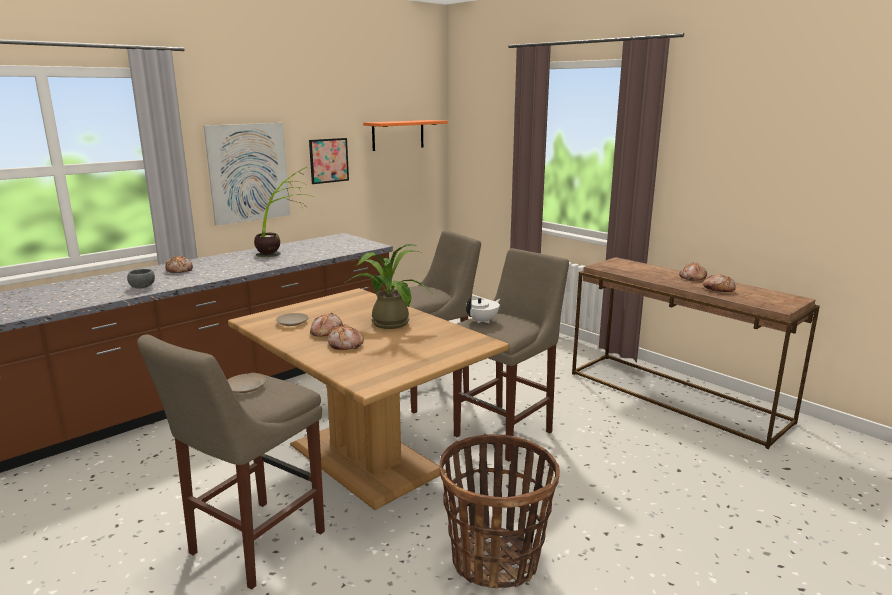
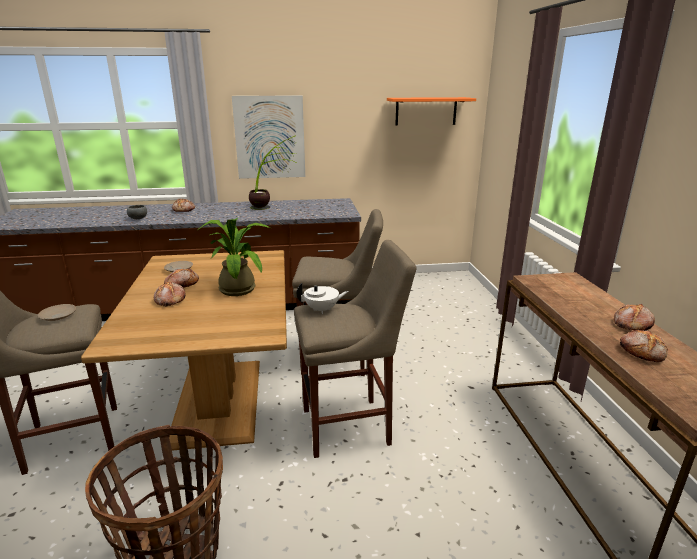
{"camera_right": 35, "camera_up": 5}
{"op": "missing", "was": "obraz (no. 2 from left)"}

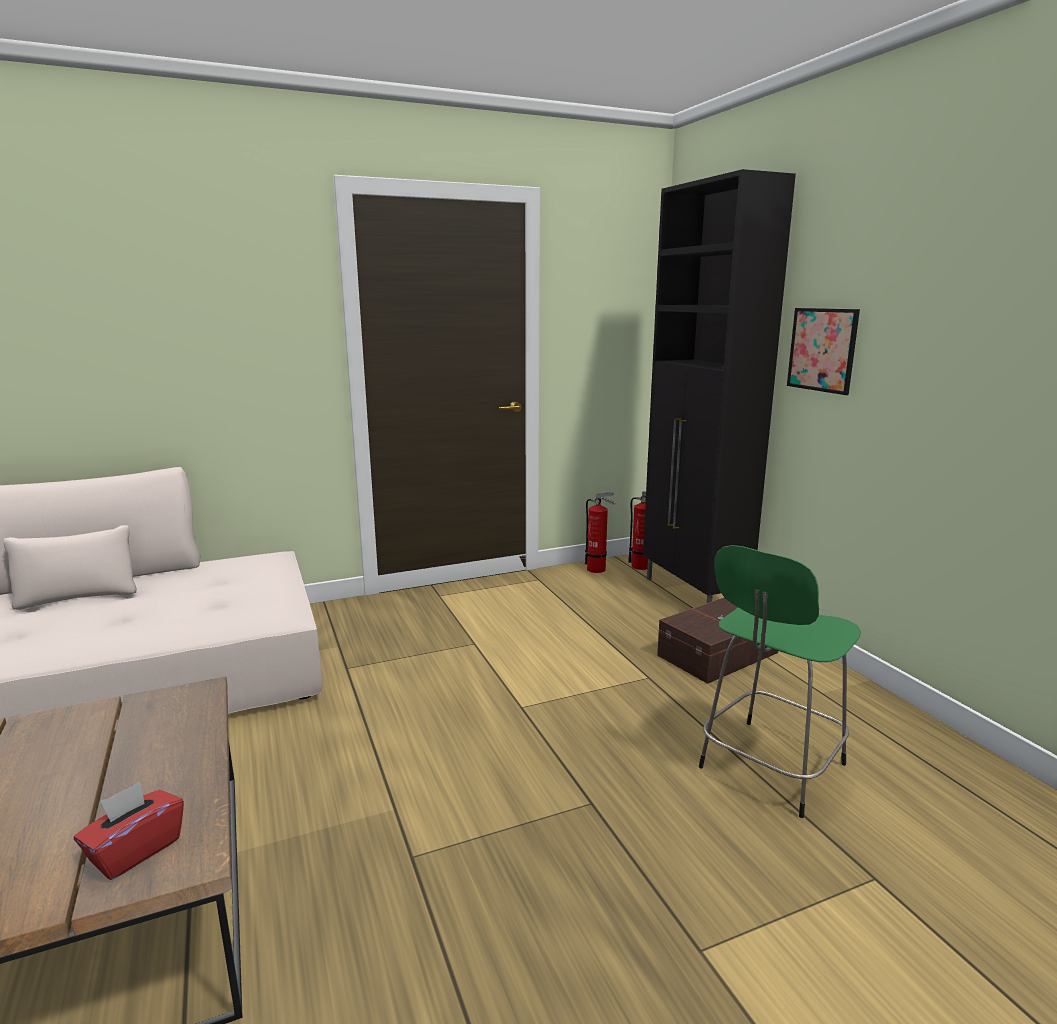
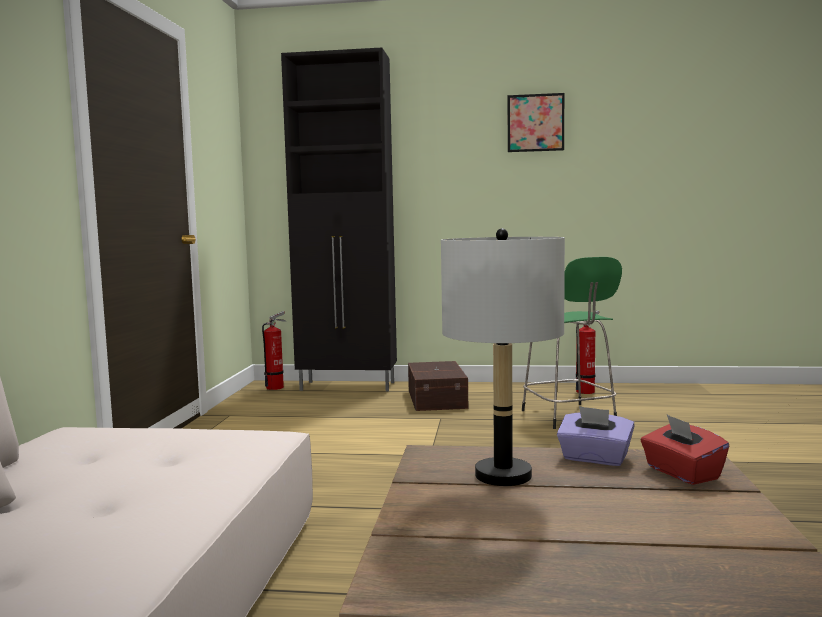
{"camera_right": -60, "camera_up": -10}
{"op": "appeared", "now": "lampa stołowa (szary)"}
{"op": "appeared", "now": "pudełko chusteczek (fioletowy)"}
{"op": "relocated", "was": "gaśnica (no. 1 from left in the first image)", "now": "gaśnica (no. 2 from left)"}
{"op": "relocated", "was": "obraz"}

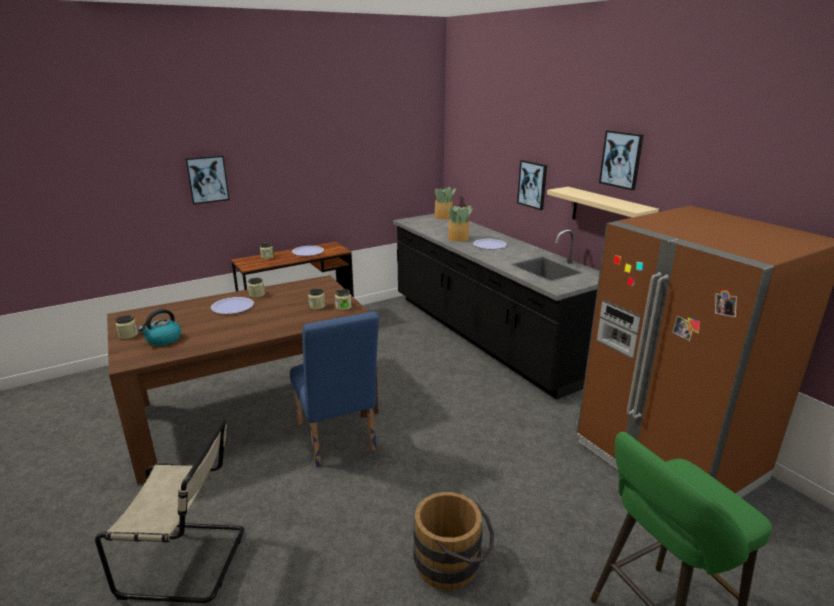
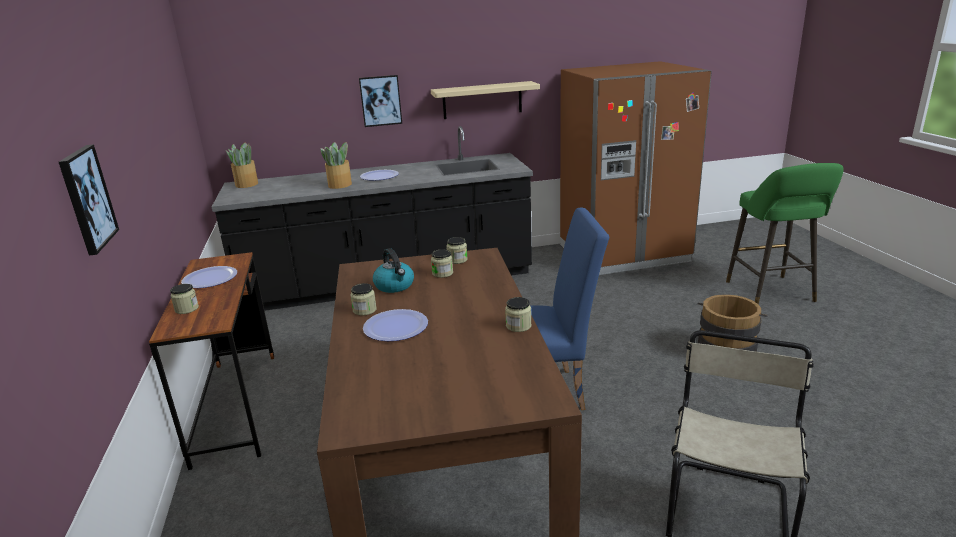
{"camera_right": -70, "camera_up": 0}
{"op": "missing", "was": "obraz (no. 3 from left)"}
{"op": "relocated", "was": "słoik (no. 1 from left in the first image)", "now": "słoik (no. 5 from left)"}
{"op": "relocated", "was": "czajnik"}

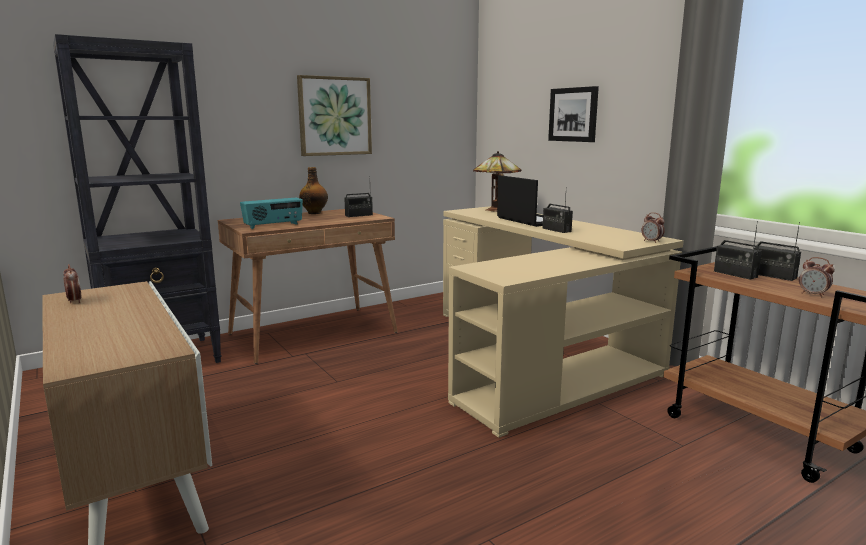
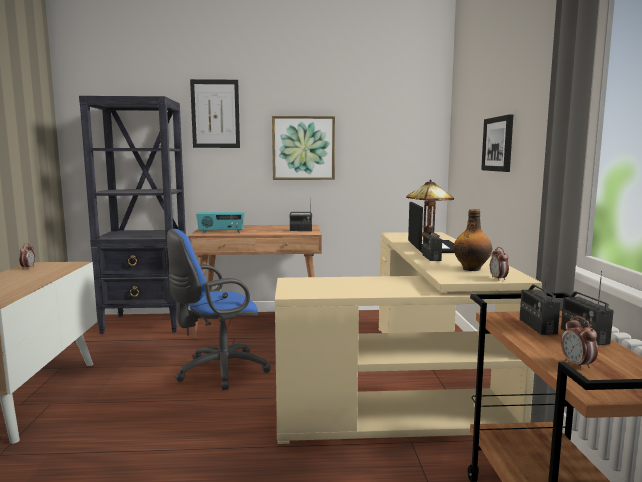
{"camera_right": 30, "camera_up": -5}
{"op": "appeared", "now": "krzesło biurowe (niebieski)"}
{"op": "appeared", "now": "obraz (no. 1 from left)"}
{"op": "relocated", "was": "butelka"}

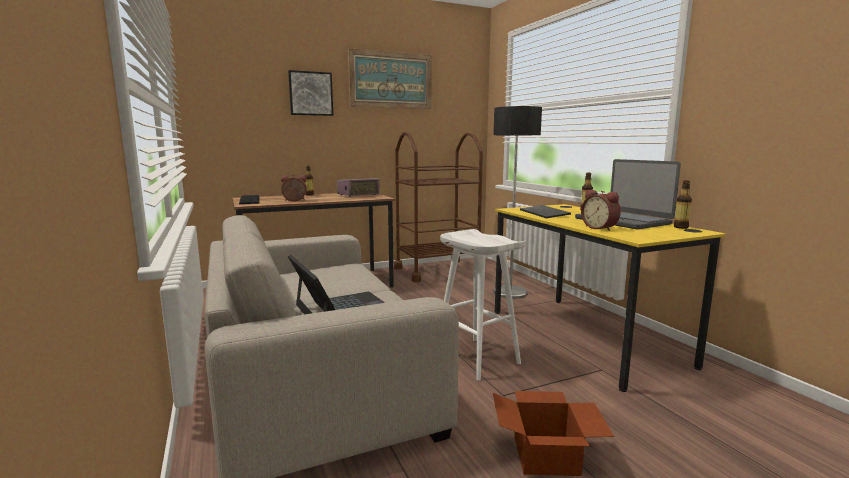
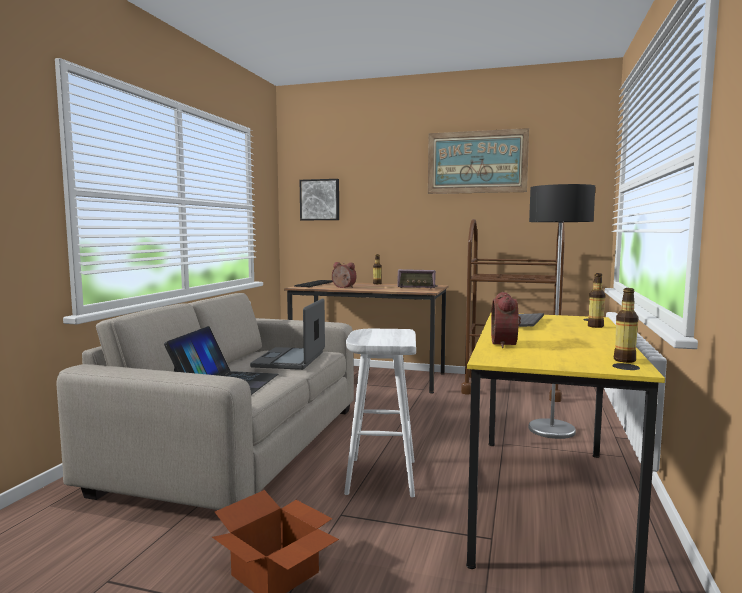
{"camera_right": 40, "camera_up": -5}
{"op": "relocated", "was": "obraz (no. 1 from left)"}
{"op": "relocated", "was": "laptop (no. 2 from left)"}

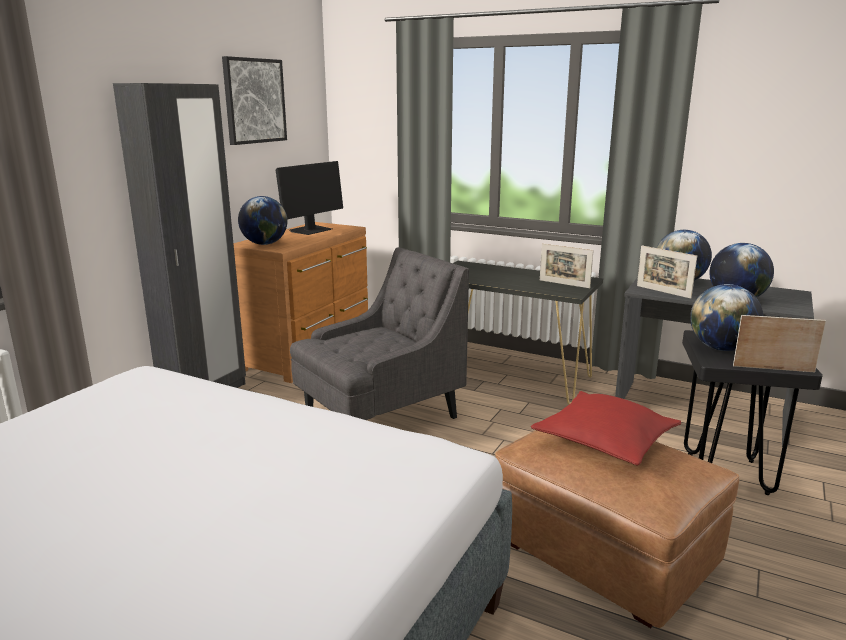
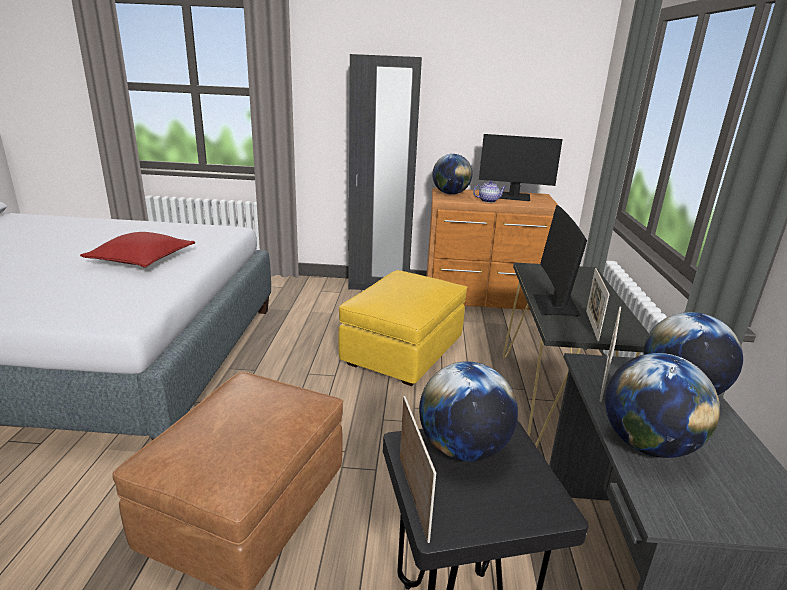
{"camera_right": 65, "camera_up": 5}
{"op": "missing", "was": "obraz"}
{"op": "appeared", "now": "imbryk"}
{"op": "appeared", "now": "monitor (no. 2 from left)"}
{"op": "relocated", "was": "poduszka (czerwony)"}
{"op": "exchanged", "was": "fotel (szary)", "now": "pufa (żółty)"}

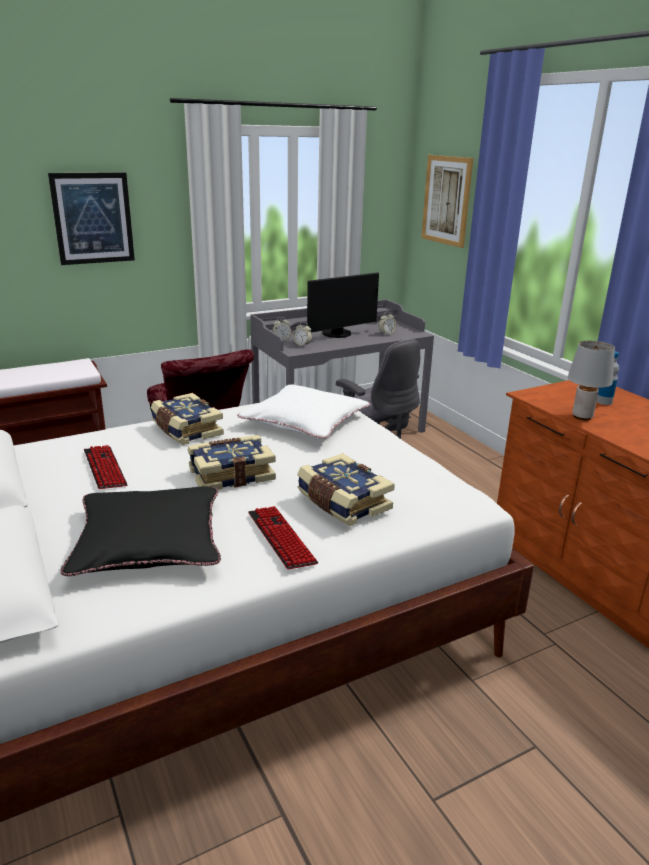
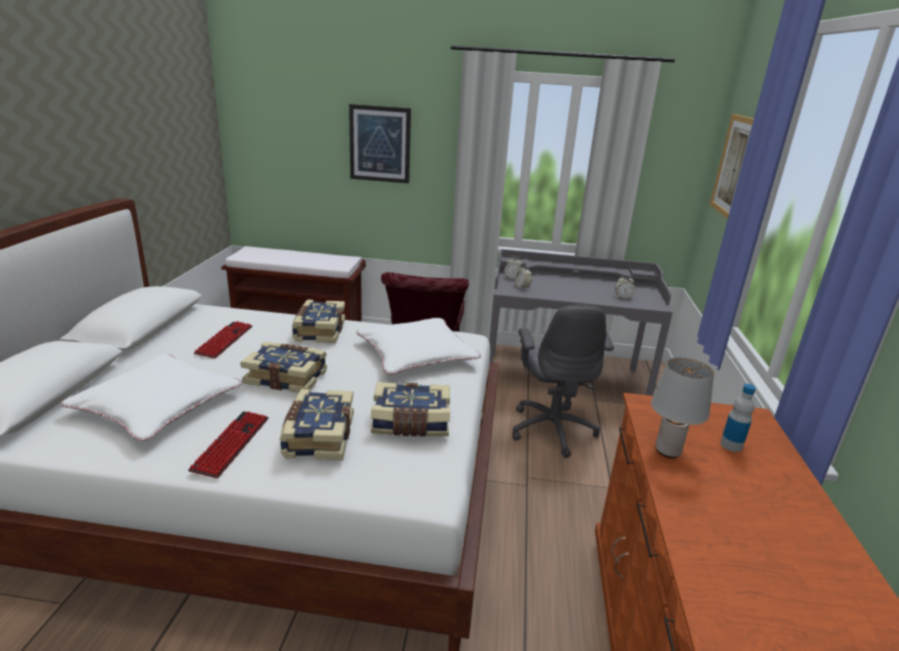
{"camera_right": 35, "camera_up": 0}
{"op": "missing", "was": "monitor"}
{"op": "appeared", "now": "książka (no. 4 from left)"}
{"op": "colour", "was": "poduszka (czarny)", "now": "poduszka (biały) (no. 1 from left)"}

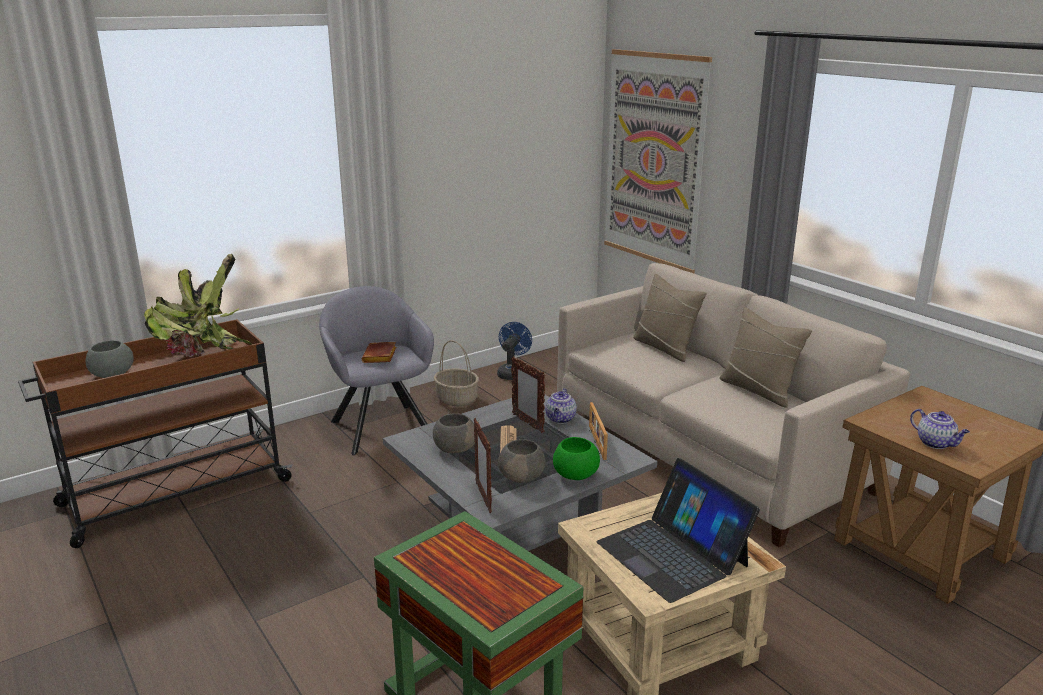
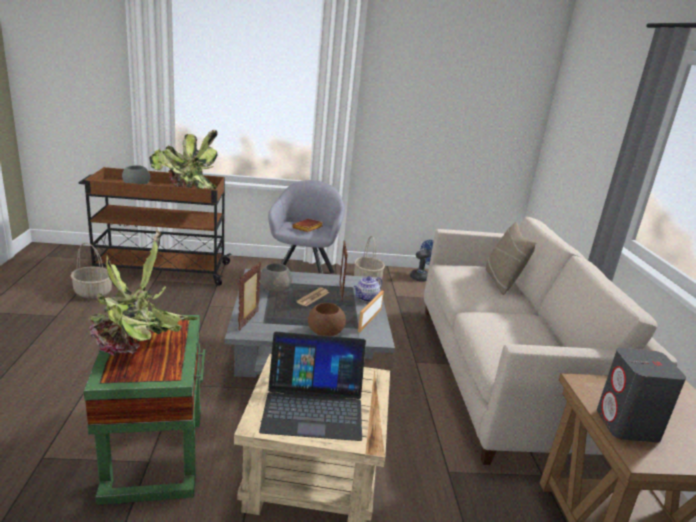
{"camera_right": 30, "camera_up": 0}
{"op": "missing", "was": "miska (szary) (no. 3 from left)"}
{"op": "missing", "was": "obraz"}
{"op": "missing", "was": "poduszka (beżowy) (no. 2 from left)"}
{"op": "appeared", "now": "koszyk (no. 1 from left)"}
{"op": "appeared", "now": "roślina doniczkowa (no. 1 from left)"}
{"op": "exchanged", "was": "imbryk (no. 2 from left)", "now": "głośnik (szary)"}
{"op": "colour", "was": "miska (zielony)", "now": "miska (brązowy)"}
{"op": "spun", "was": "laptop", "clockwise": -90}

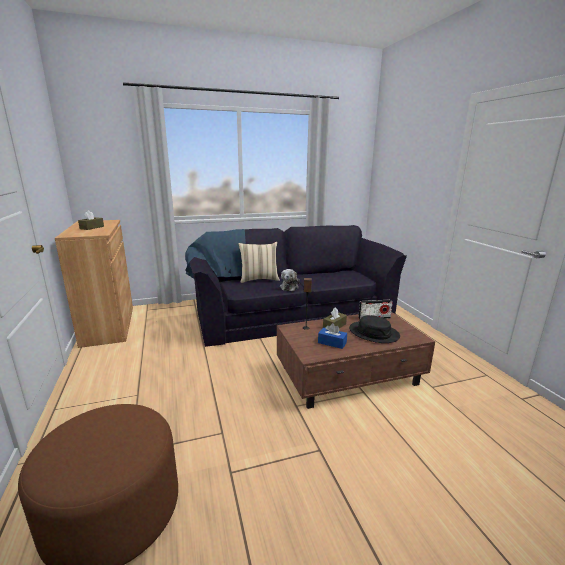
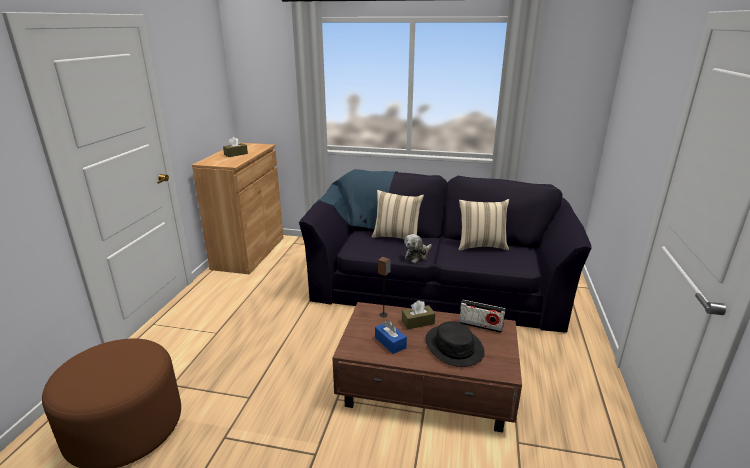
{"camera_right": 30, "camera_up": 5}
{"op": "appeared", "now": "poduszka (beżowy) (no. 2 from left)"}

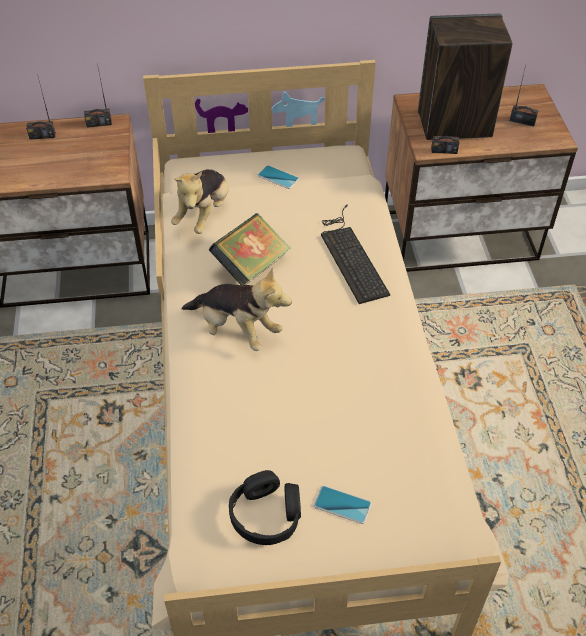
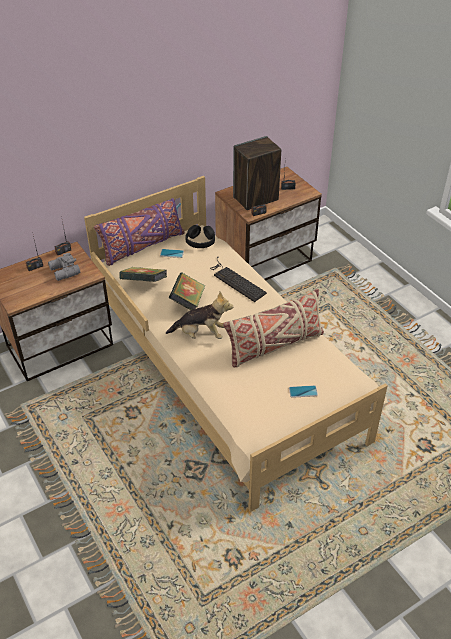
{"camera_right": -25, "camera_up": -5}
{"op": "appeared", "now": "lornetka (szary)"}
{"op": "appeared", "now": "poduszka (fioletowy)"}
{"op": "appeared", "now": "poduszka (beżowy)"}
{"op": "relocated", "was": "słuchawki (czarny)"}
{"op": "exchanged", "was": "pluszak (no. 1 from left)", "now": "książka (no. 1 from left)"}

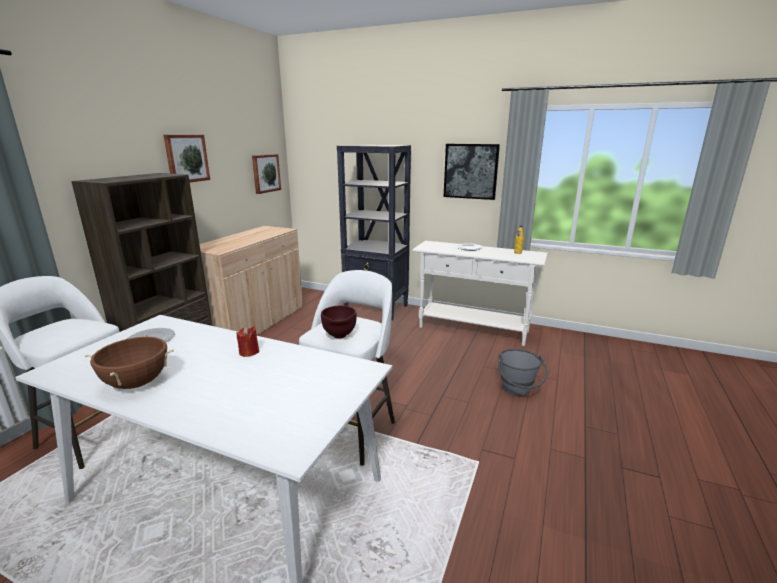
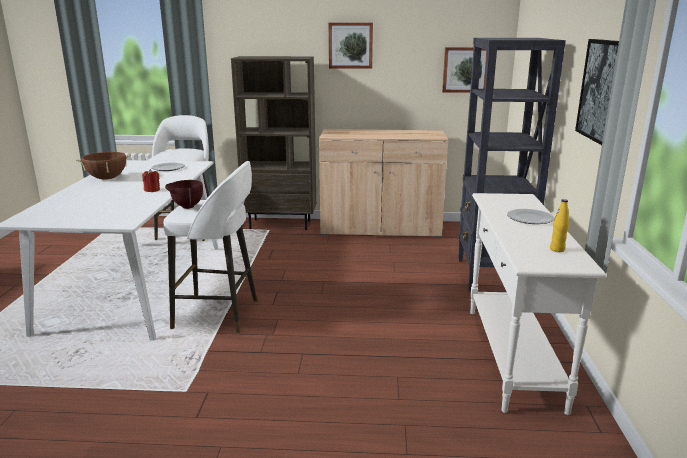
{"camera_right": 70, "camera_up": 0}
{"op": "missing", "was": "wiadro (szary)"}

